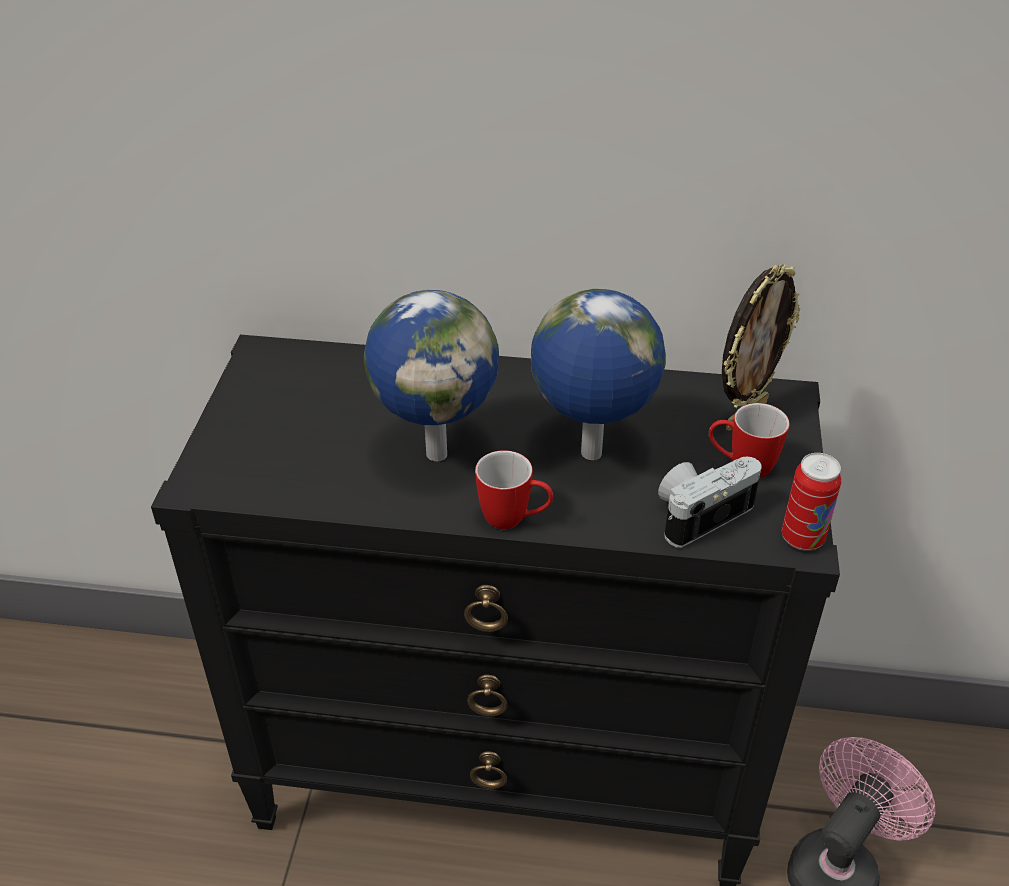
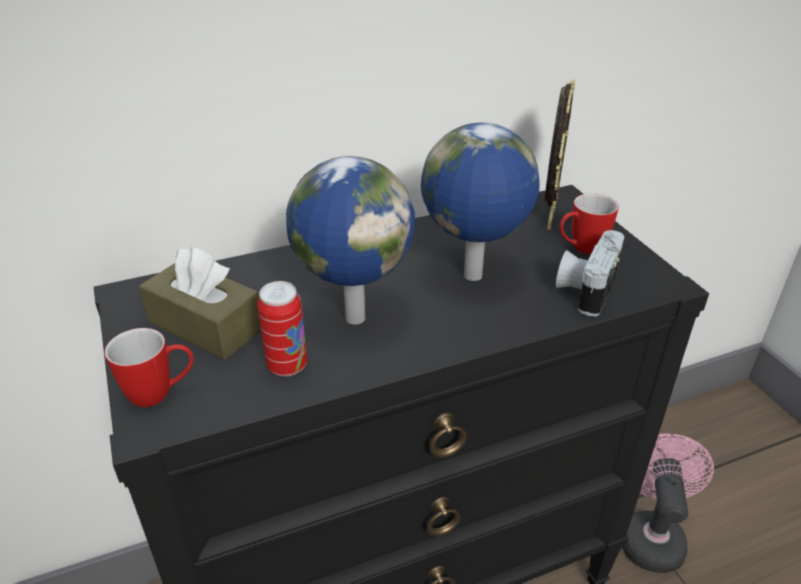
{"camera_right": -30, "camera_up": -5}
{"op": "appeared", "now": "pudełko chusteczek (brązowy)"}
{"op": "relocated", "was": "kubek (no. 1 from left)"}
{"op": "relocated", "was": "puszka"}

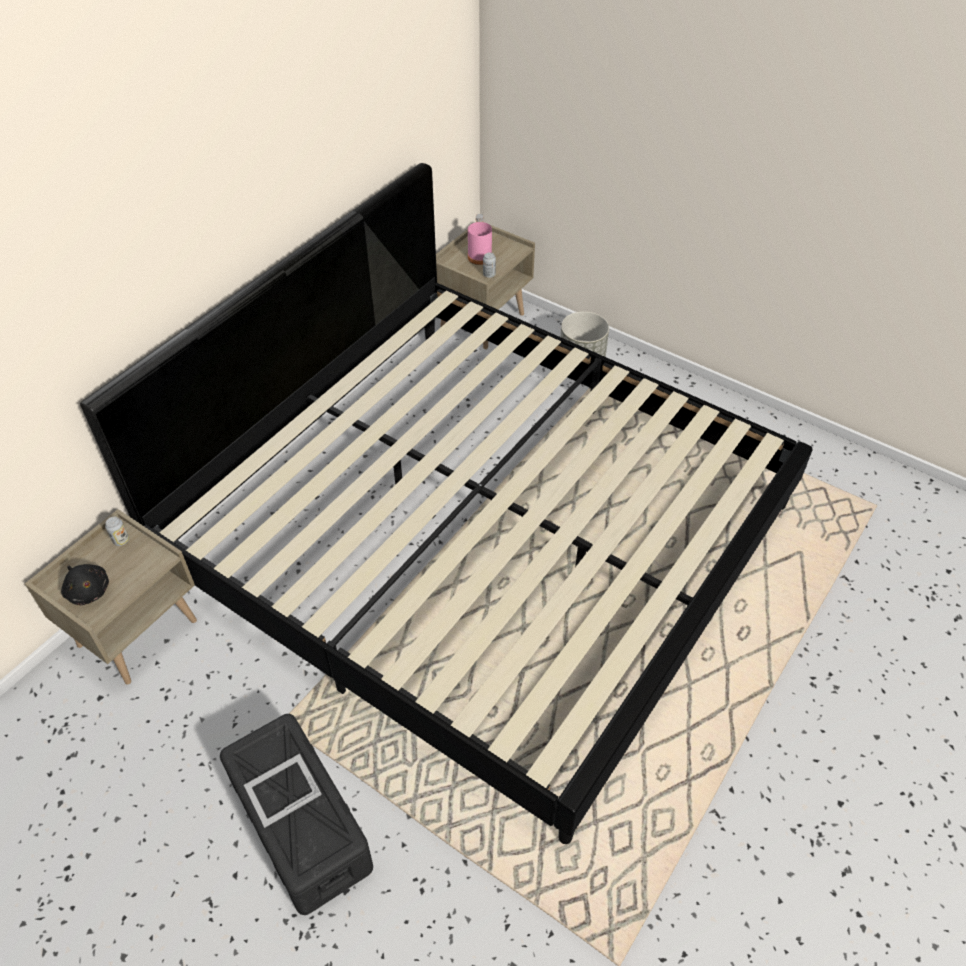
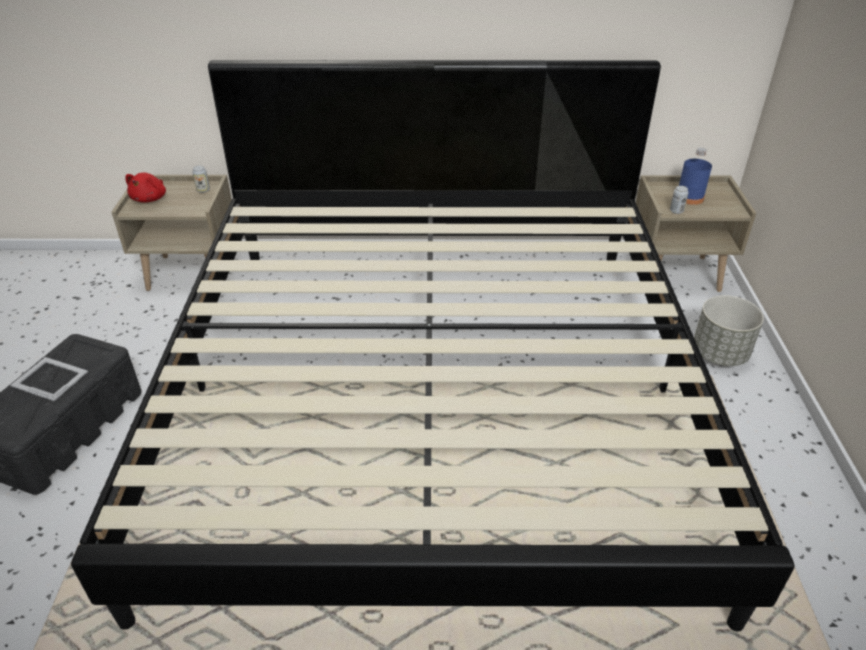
{"camera_right": 55, "camera_up": -10}
{"op": "colour", "was": "pluszak (czarny)", "now": "pluszak (czerwony)"}
{"op": "colour", "was": "butelka (różowy)", "now": "butelka (niebieski)"}

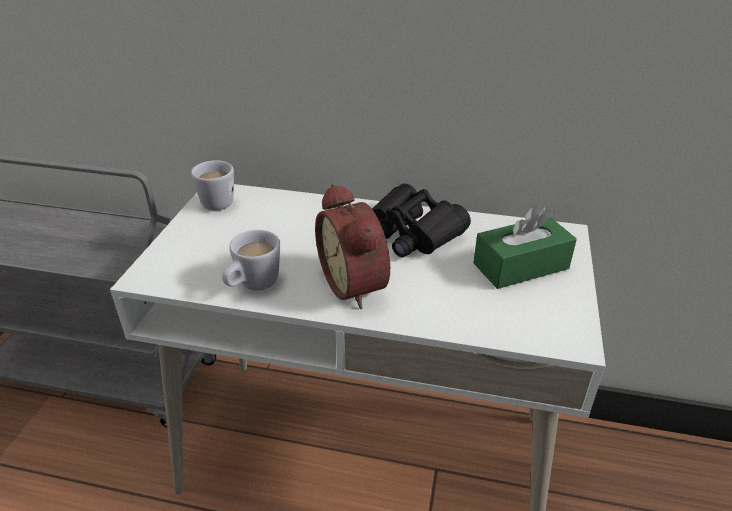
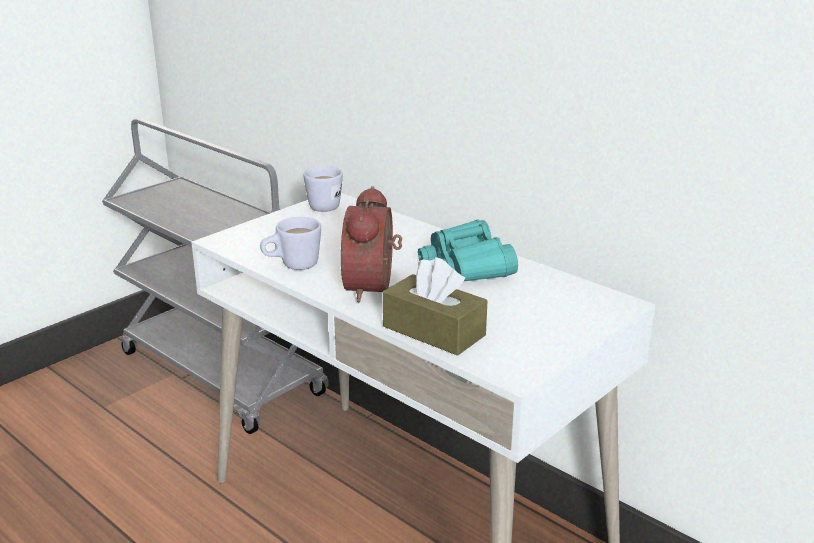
{"camera_right": 30, "camera_up": -10}
{"op": "missing", "was": "pudełko chusteczek (zielony)"}
{"op": "appeared", "now": "pudełko chusteczek (brązowy)"}
{"op": "colour", "was": "lornetka (czarny)", "now": "lornetka (turkusowy)"}

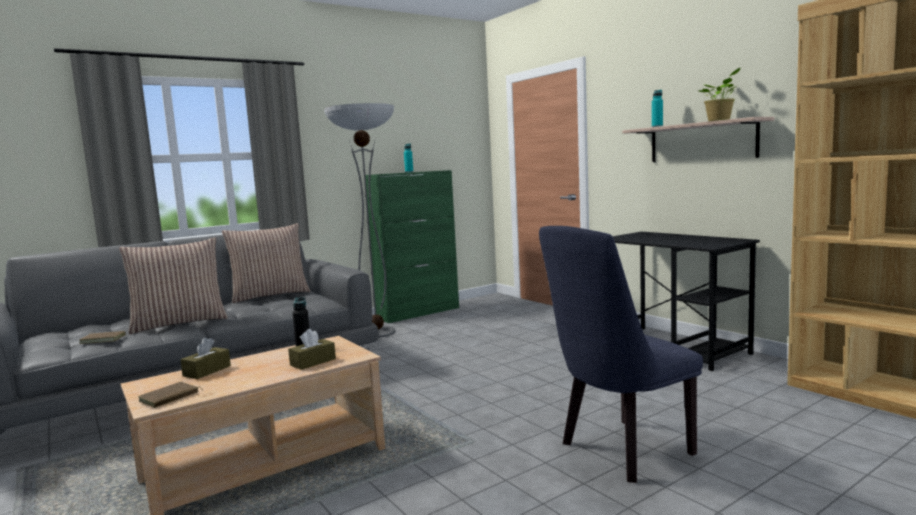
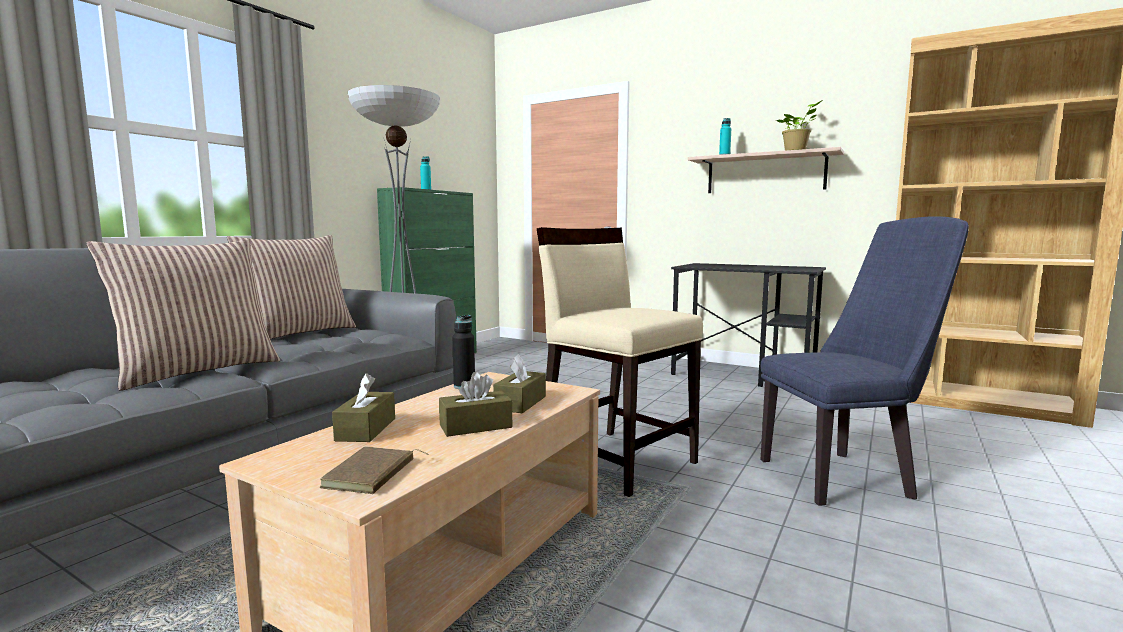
{"camera_right": -25, "camera_up": 0}
{"op": "missing", "was": "książka (brązowy) (no. 1 from left)"}
{"op": "appeared", "now": "pudełko chusteczek (brązowy) (no. 2 from left)"}
{"op": "appeared", "now": "krzesło (beżowy)"}
{"op": "spun", "was": "krzesło (niebieski)", "clockwise": -135}

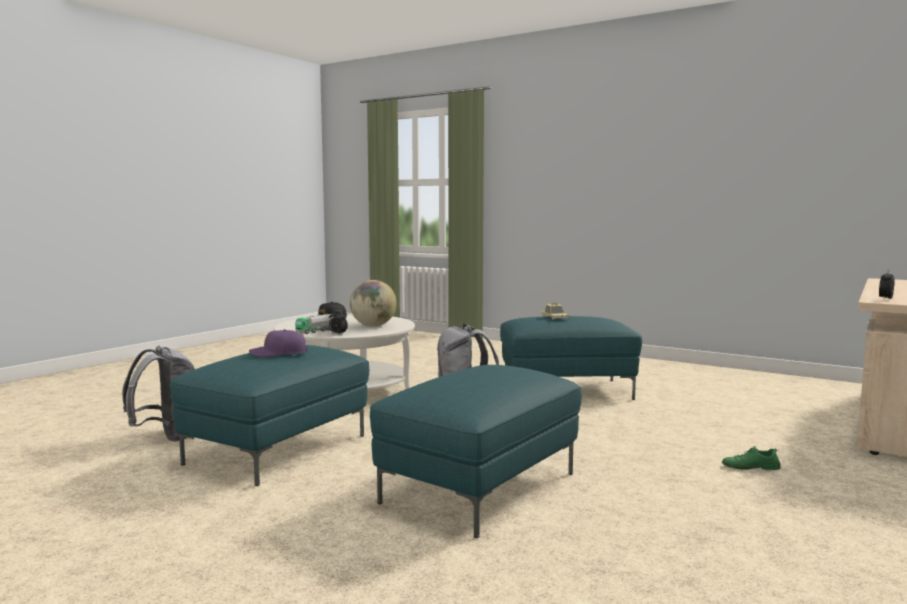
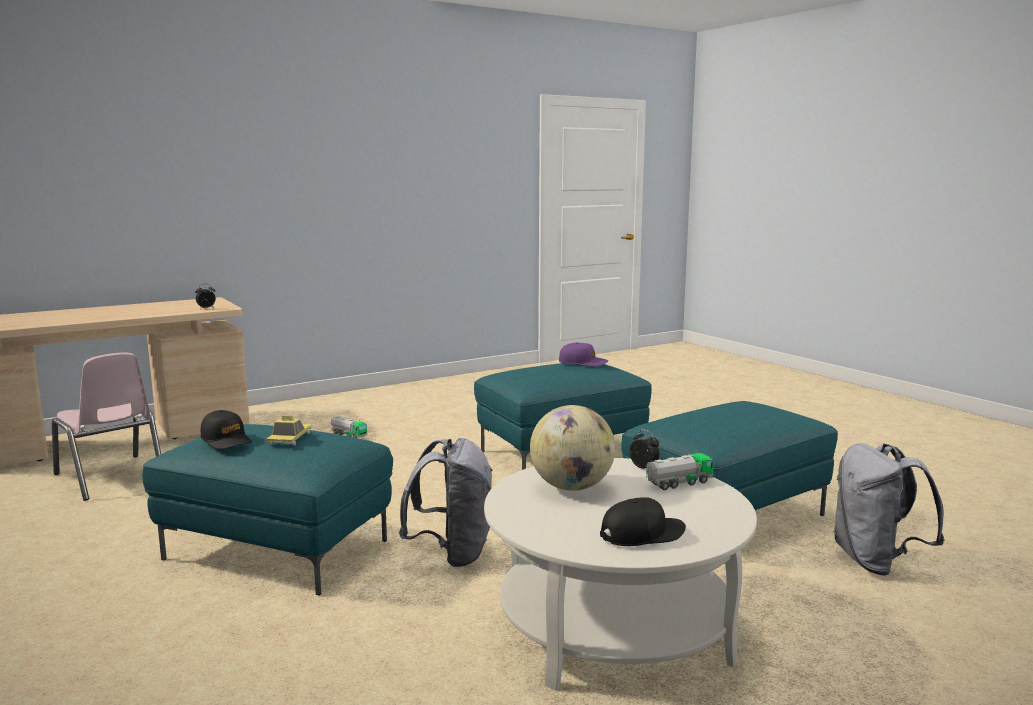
{"camera_right": -155, "camera_up": 5}
{"op": "appeared", "now": "krzesło (różowy)"}
{"op": "appeared", "now": "czapka z daszkiem (czarny) (no. 1 from left)"}
{"op": "relocated", "was": "czapka z daszkiem (fioletowy)"}
{"op": "exchanged", "was": "but (zielony)", "now": "ciężarówka zabawkowa (no. 1 from left)"}

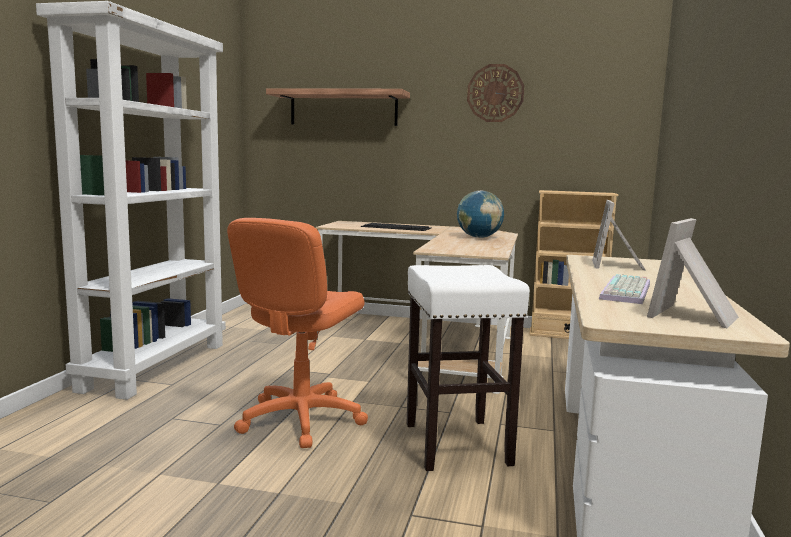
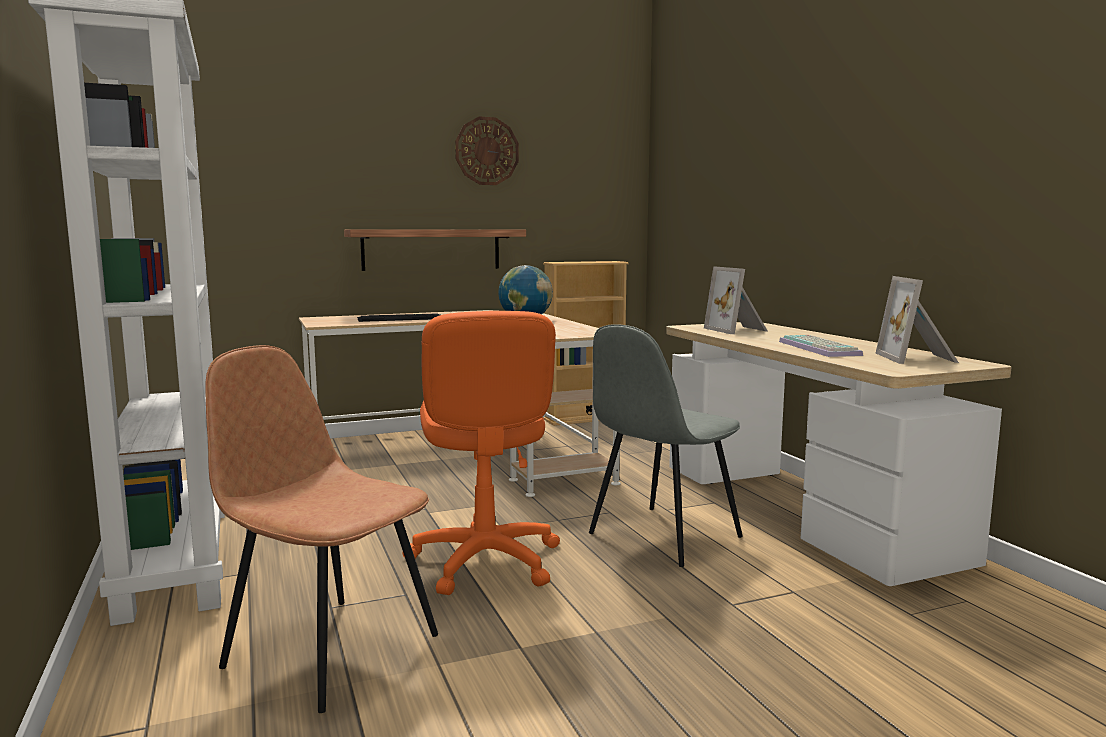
{"camera_right": -35, "camera_up": 0}
{"op": "appeared", "now": "krzesło (brązowy)"}
{"op": "relocated", "was": "półka"}
{"op": "exchanged", "was": "stołek (biały)", "now": "krzesło (szary)"}

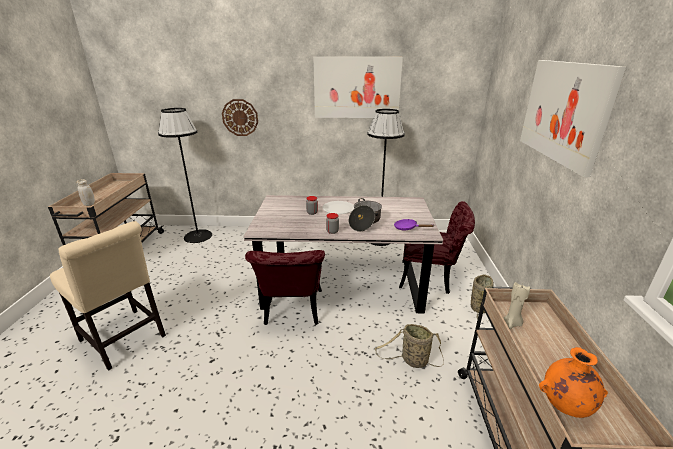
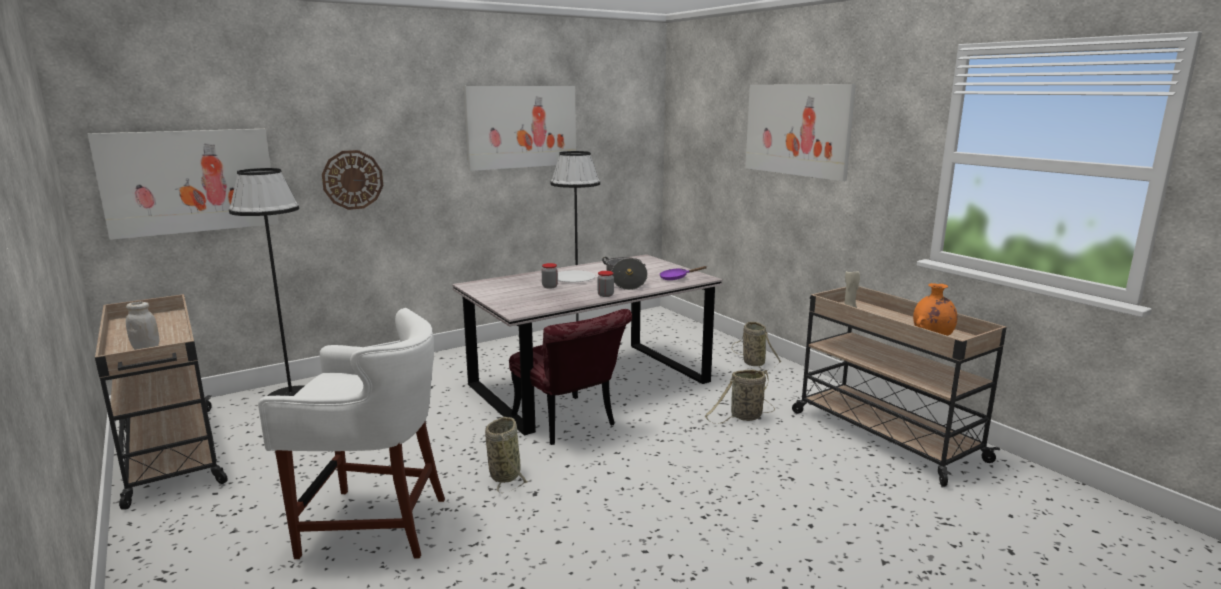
{"camera_right": -35, "camera_up": -10}
{"op": "missing", "was": "krzesło (czerwony) (no. 2 from left)"}
{"op": "appeared", "now": "obraz (no. 1 from left)"}
{"op": "appeared", "now": "koszyk (no. 1 from left)"}
{"op": "exchanged", "was": "krzesło (beżowy)", "now": "stołek (biały)"}

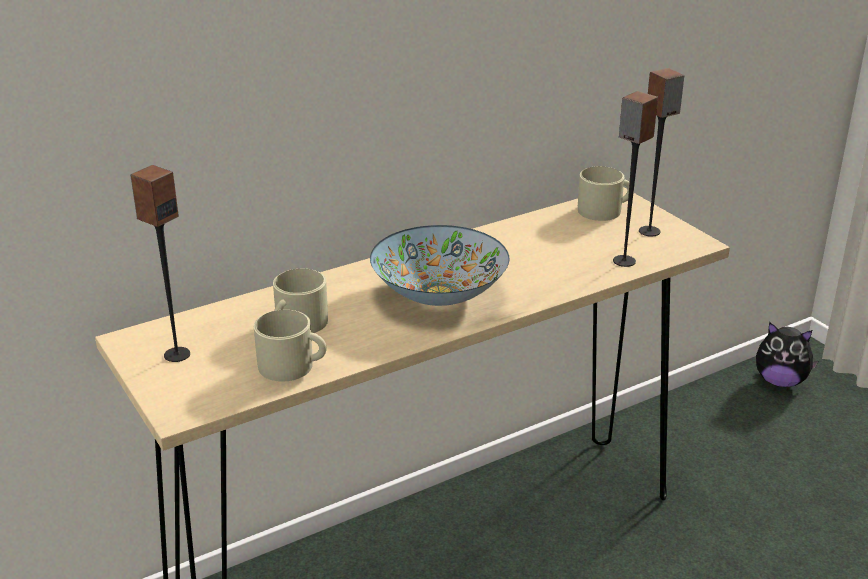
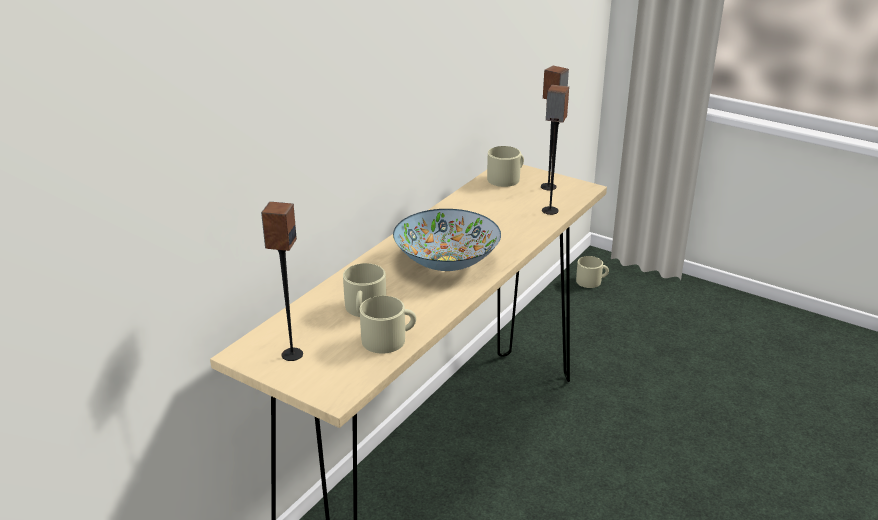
{"camera_right": -25, "camera_up": 0}
{"op": "exchanged", "was": "pluszak", "now": "kubek (beżowy) (no. 4 from left)"}

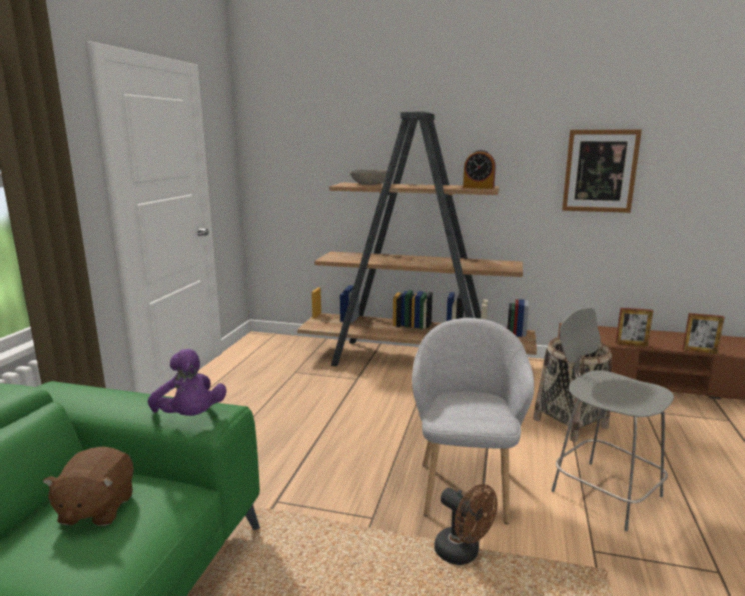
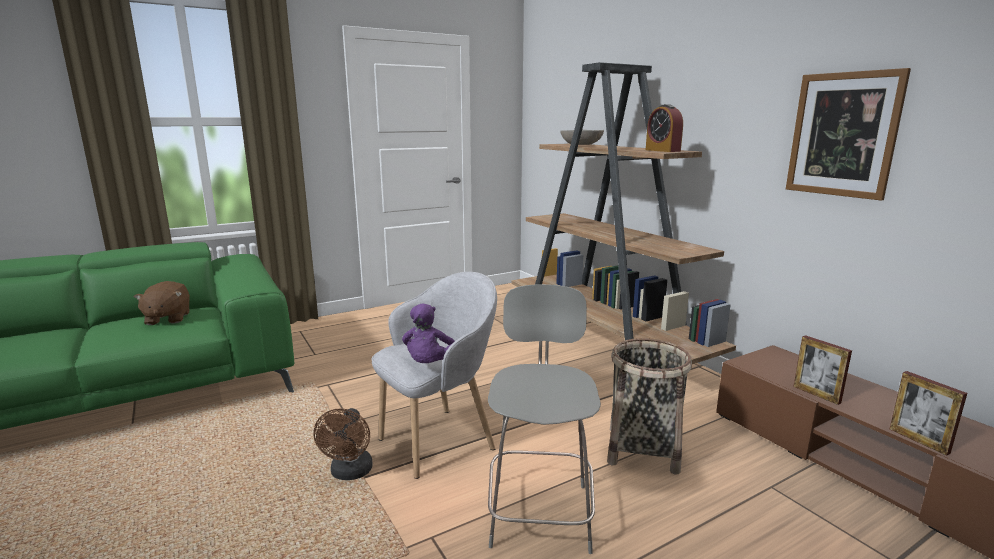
{"camera_right": 45, "camera_up": 0}
{"op": "relocated", "was": "pluszak (fioletowy)"}
{"op": "spun", "was": "pluszak (brązowy)", "clockwise": -60}

